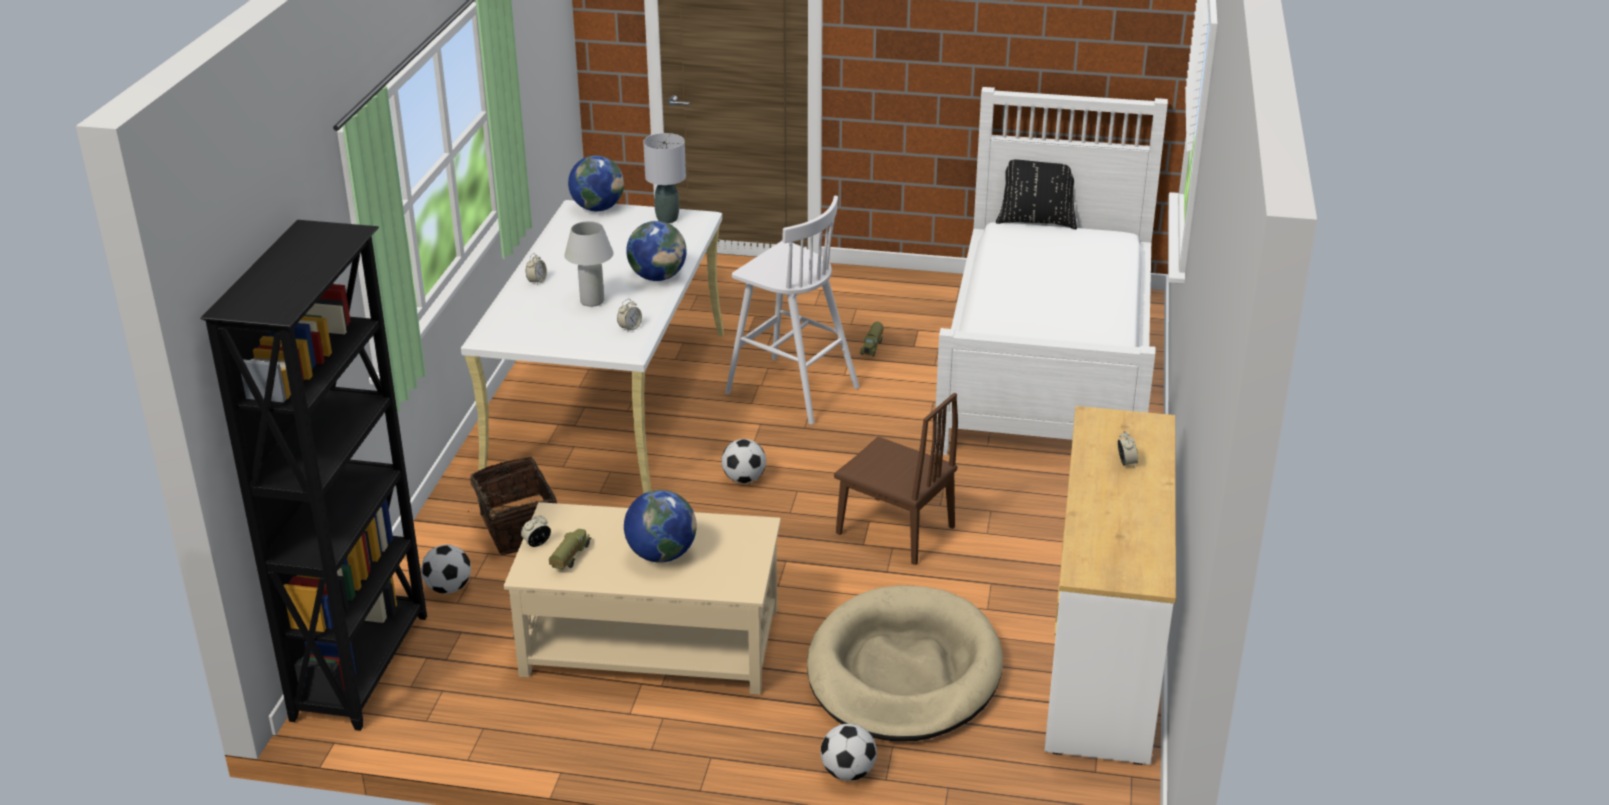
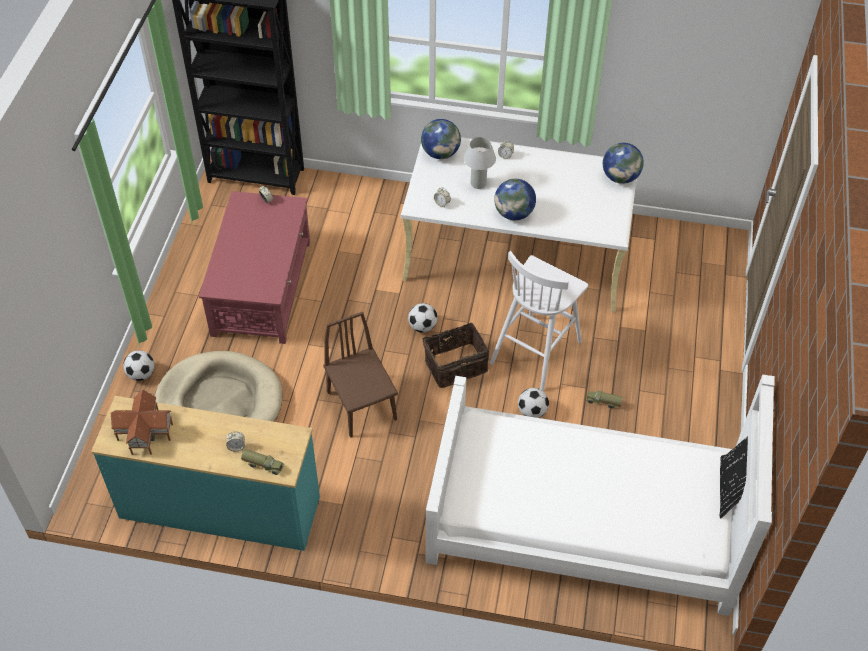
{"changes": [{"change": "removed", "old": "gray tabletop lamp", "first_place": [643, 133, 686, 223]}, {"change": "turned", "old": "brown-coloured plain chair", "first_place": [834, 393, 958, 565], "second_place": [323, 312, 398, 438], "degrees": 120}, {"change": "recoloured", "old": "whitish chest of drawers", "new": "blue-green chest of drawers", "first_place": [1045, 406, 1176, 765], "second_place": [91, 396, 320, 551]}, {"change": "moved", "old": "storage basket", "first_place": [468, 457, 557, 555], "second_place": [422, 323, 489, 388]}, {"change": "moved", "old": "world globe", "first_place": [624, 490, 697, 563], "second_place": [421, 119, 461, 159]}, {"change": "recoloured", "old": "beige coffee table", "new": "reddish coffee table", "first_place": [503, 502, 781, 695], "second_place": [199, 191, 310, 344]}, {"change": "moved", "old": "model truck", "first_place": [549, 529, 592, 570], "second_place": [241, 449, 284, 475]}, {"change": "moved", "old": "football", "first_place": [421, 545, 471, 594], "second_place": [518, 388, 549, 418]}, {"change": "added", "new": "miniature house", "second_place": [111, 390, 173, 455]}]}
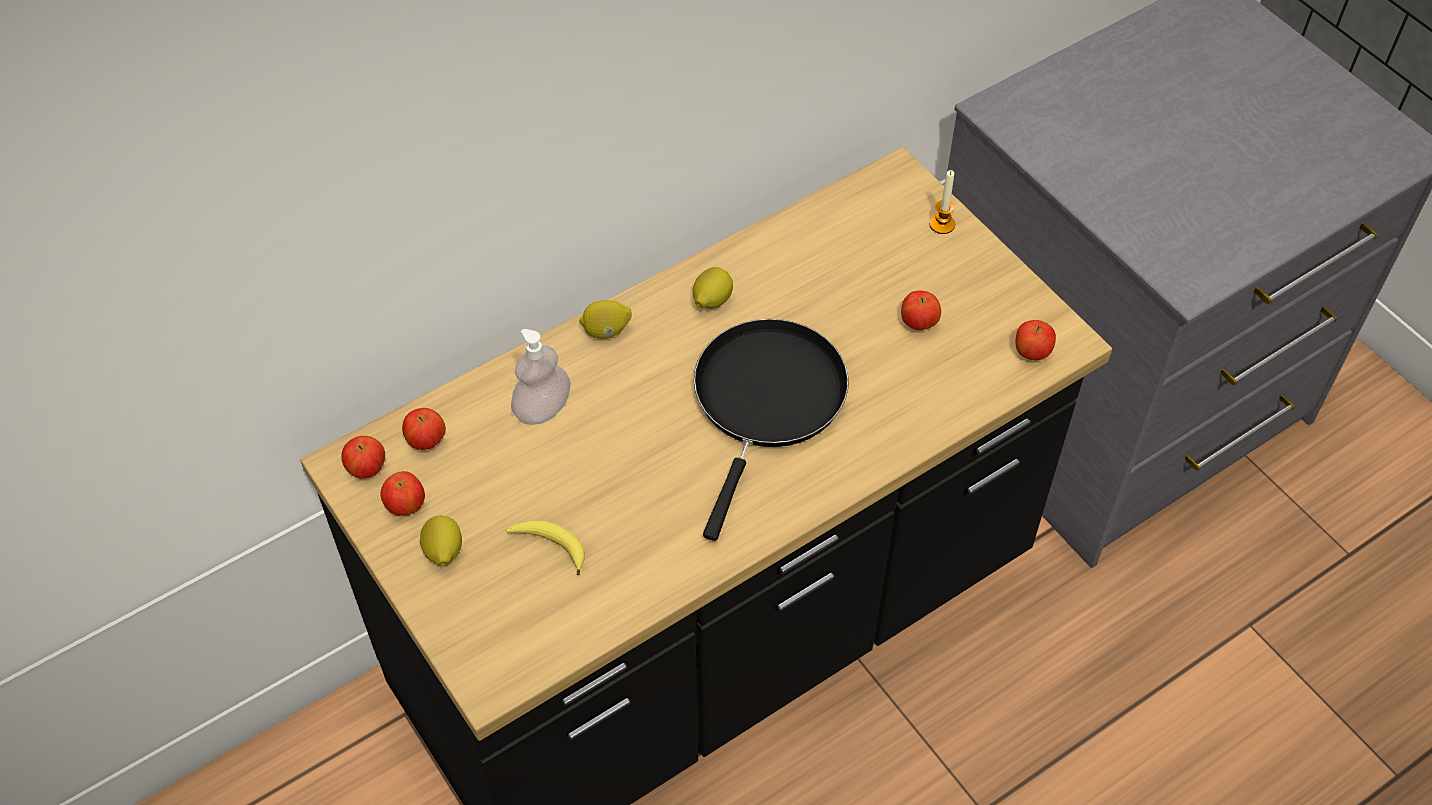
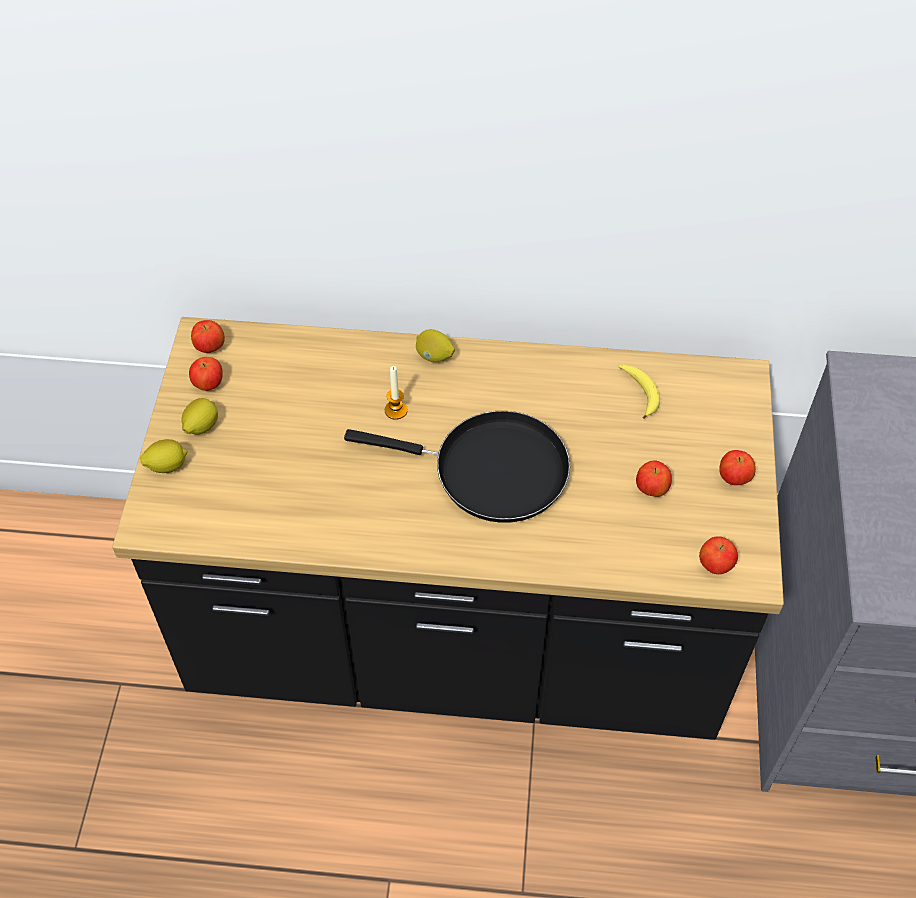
{"changes": [{"change": "moved", "old": "wax light", "first_place": [929, 170, 955, 234], "second_place": [385, 366, 408, 420]}, {"change": "moved", "old": "lemon", "first_place": [693, 267, 733, 309], "second_place": [140, 439, 187, 473]}, {"change": "turned", "old": "black pan", "first_place": [694, 319, 849, 541], "second_place": [344, 411, 570, 523], "degrees": 45}, {"change": "removed", "old": "soap bottle", "first_place": [511, 329, 571, 425]}, {"change": "moved", "old": "apple", "first_place": [402, 408, 446, 450], "second_place": [719, 450, 756, 485]}, {"change": "moved", "old": "banana", "first_place": [506, 520, 585, 575], "second_place": [618, 364, 660, 419]}]}
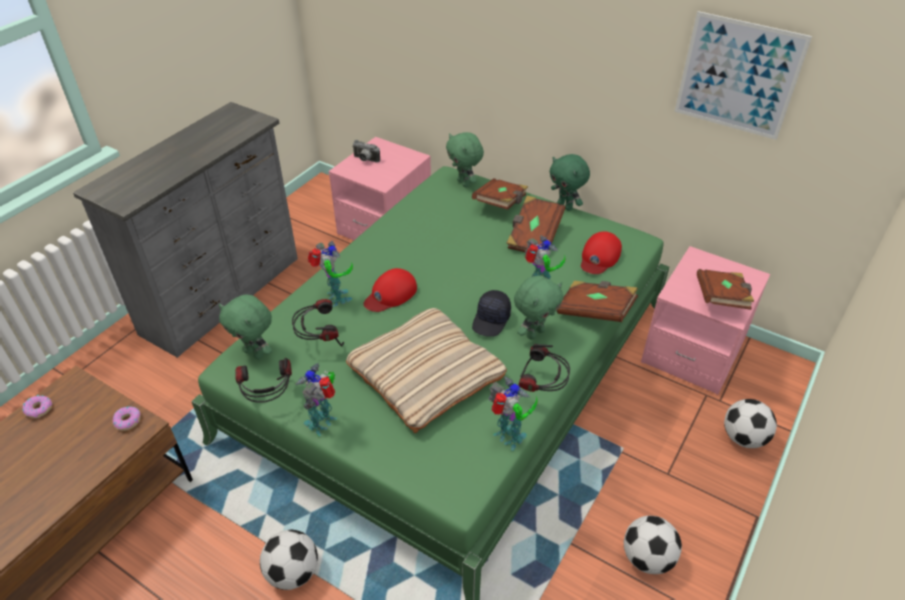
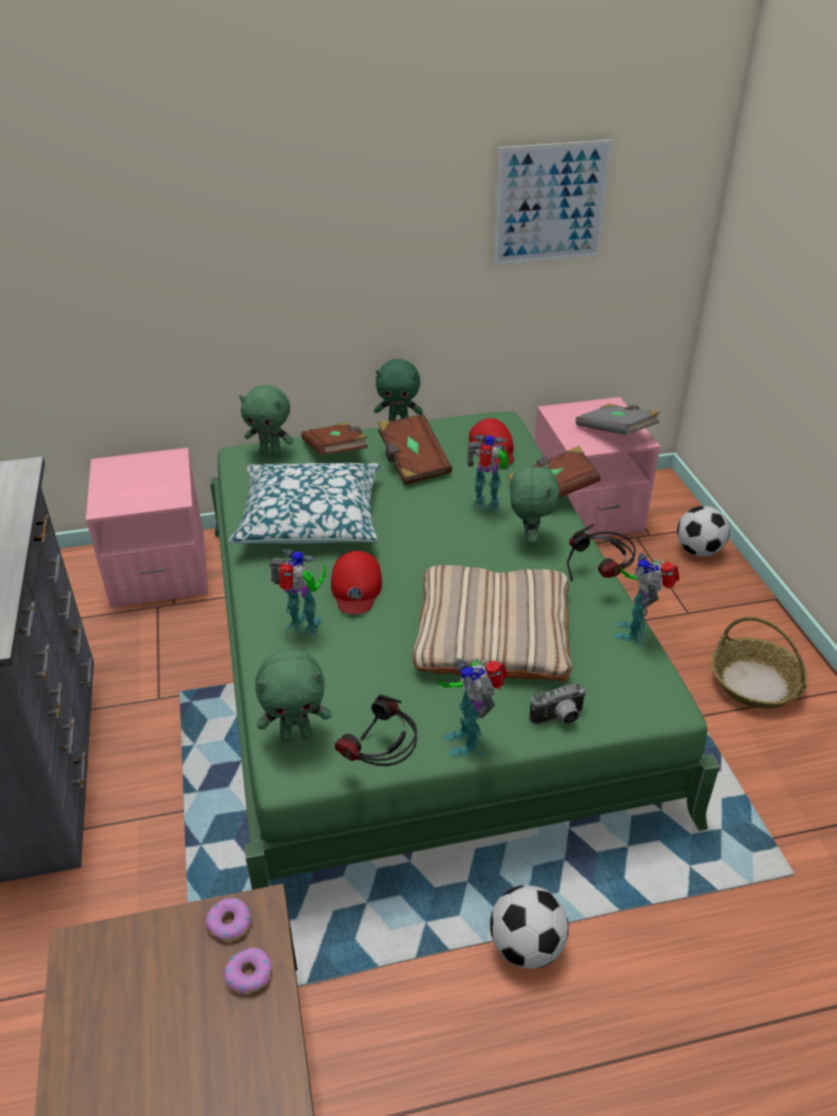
{"changes": [{"change": "moved", "old": "photo camera", "first_place": [352, 140, 380, 162], "second_place": [529, 684, 586, 724]}, {"change": "recoloured", "old": "brown-coloured volume", "new": "gray volume", "first_place": [697, 269, 754, 310], "second_place": [576, 403, 660, 435]}, {"change": "removed", "old": "black baseball cap", "first_place": [472, 290, 511, 336]}, {"change": "removed", "old": "headphones", "first_place": [292, 299, 344, 347]}, {"change": "turned", "old": "model robot", "first_place": [489, 377, 538, 451], "second_place": [613, 552, 679, 646], "degrees": -75}, {"change": "moved", "old": "doughnut", "first_place": [22, 395, 52, 418], "second_place": [224, 948, 272, 994]}, {"change": "replaced", "old": "football", "new": "storage basket", "first_place": [624, 516, 682, 574], "second_place": [711, 617, 808, 709]}, {"change": "added", "new": "pillow", "second_place": [228, 463, 381, 544]}]}
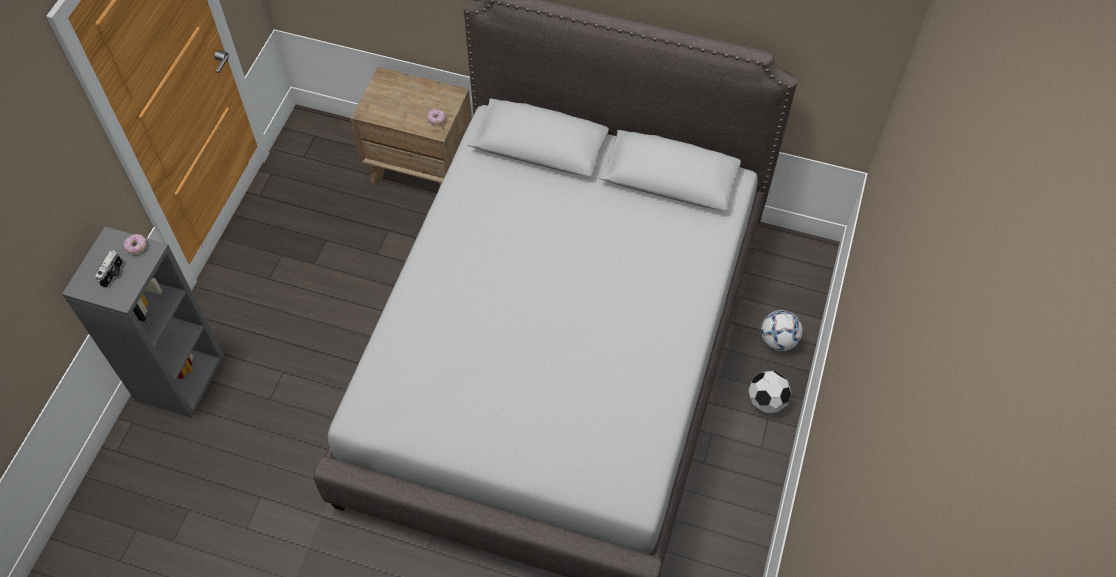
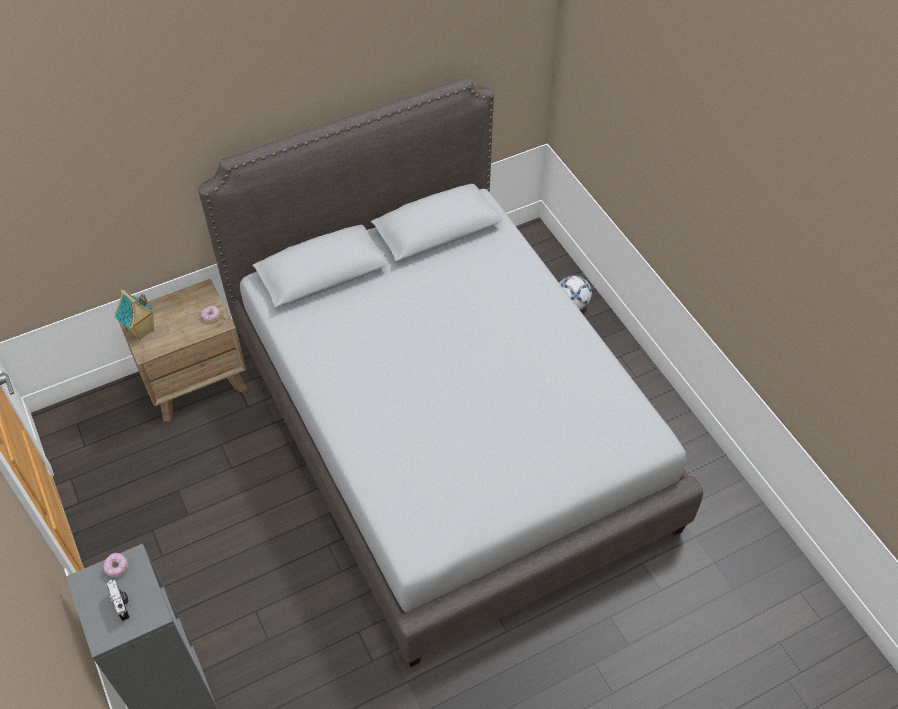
{"changes": [{"change": "removed", "old": "football", "first_place": [749, 371, 792, 413]}, {"change": "added", "new": "miniature house", "second_place": [114, 290, 156, 340]}]}
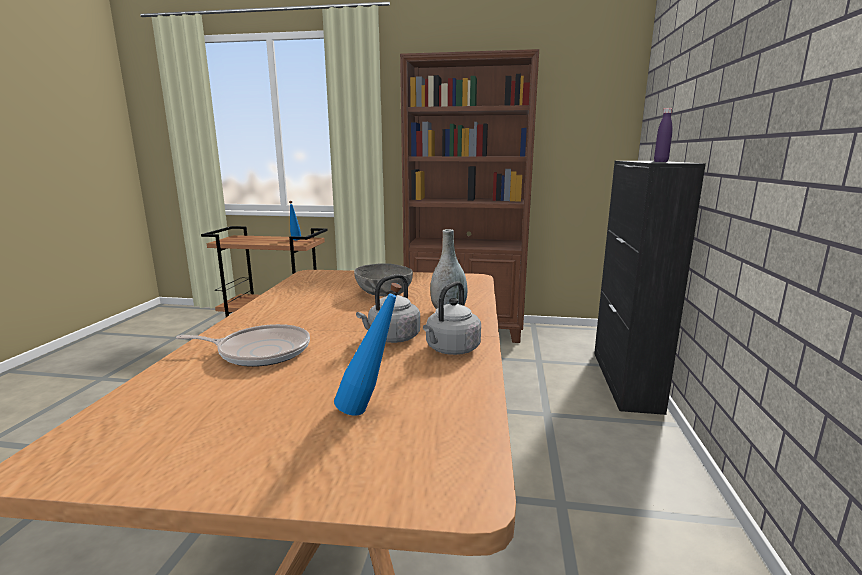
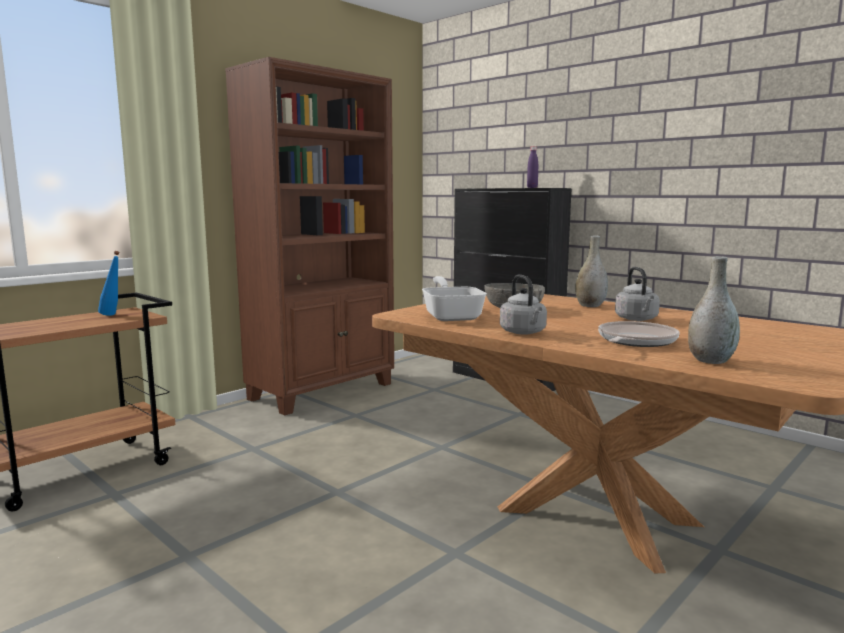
{"changes": [{"change": "moved", "old": "gray tea kettle", "first_place": [423, 281, 481, 355], "second_place": [500, 275, 547, 335]}, {"change": "removed", "old": "blue drink bottle", "first_place": [334, 283, 402, 416]}, {"change": "added", "new": "gray flower vase", "second_place": [688, 256, 740, 364]}, {"change": "added", "new": "pan", "second_place": [422, 276, 487, 321]}]}
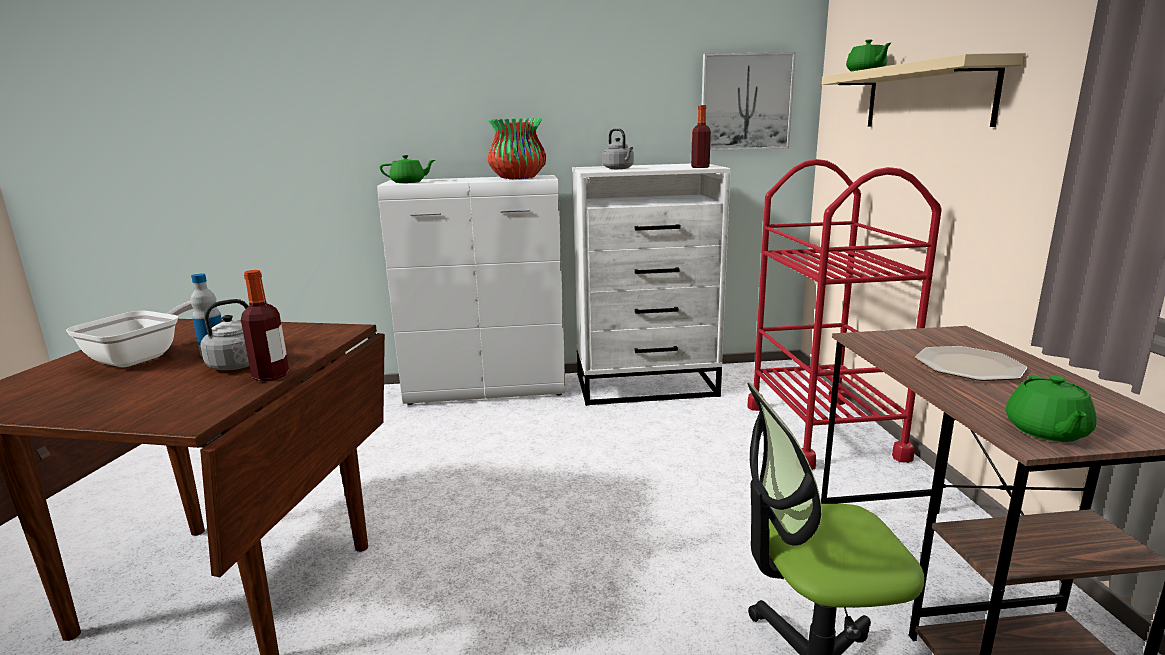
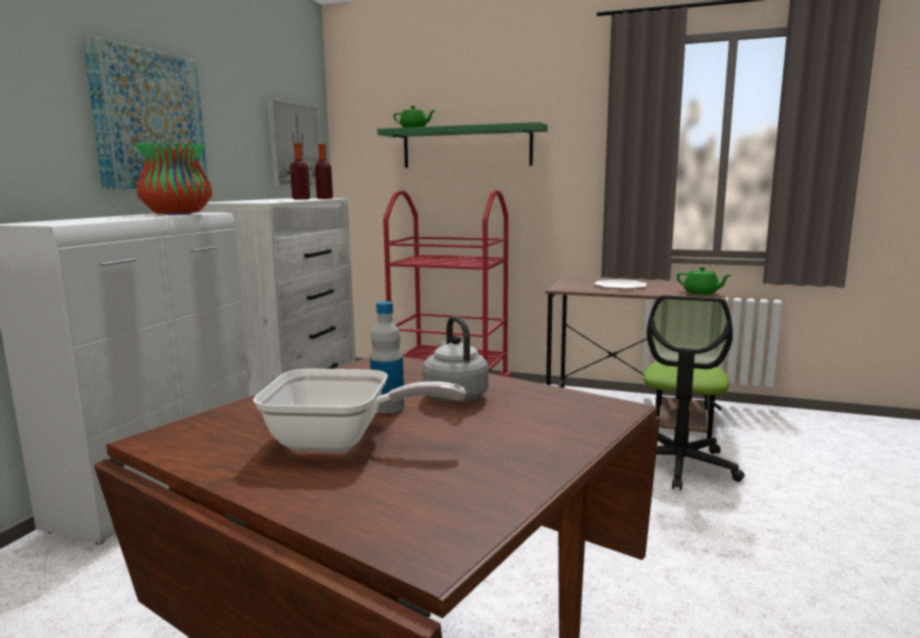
{"changes": [{"change": "recoloured", "old": "beige bracket shelf", "new": "green-coloured bracket shelf", "first_place": [822, 53, 1026, 127], "second_place": [377, 122, 548, 168]}, {"change": "removed", "old": "gray tea kettle", "first_place": [602, 128, 634, 169]}, {"change": "removed", "old": "green-coloured pot for tea", "first_place": [380, 155, 435, 183]}, {"change": "moved", "old": "drink bottle", "first_place": [241, 270, 289, 381], "second_place": [290, 143, 310, 200]}, {"change": "turned", "old": "pan", "first_place": [66, 301, 193, 367], "second_place": [253, 368, 466, 452], "degrees": 135}, {"change": "added", "new": "wall picture", "second_place": [82, 35, 208, 189]}]}
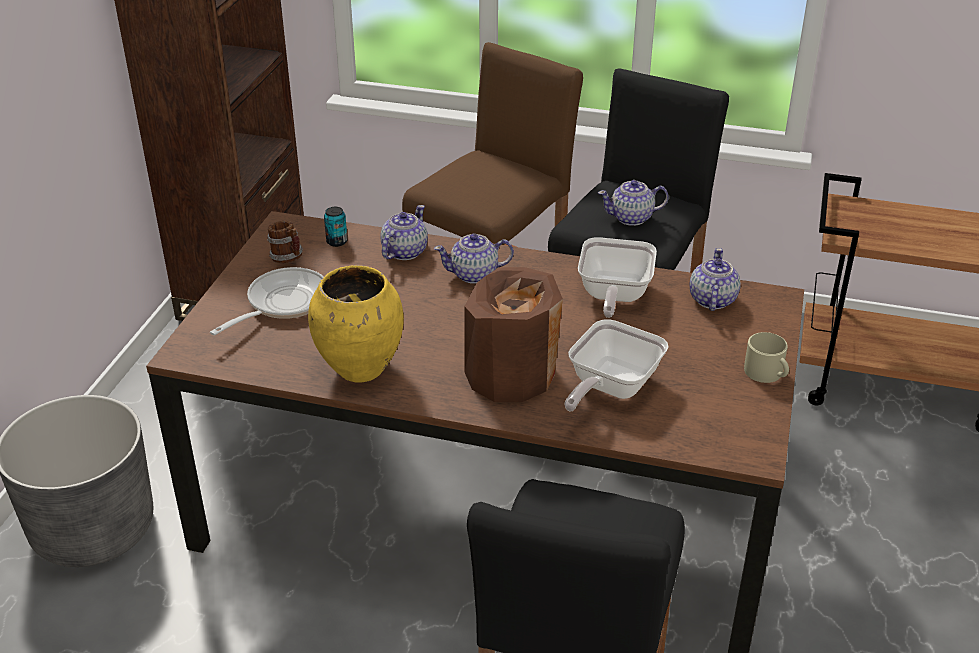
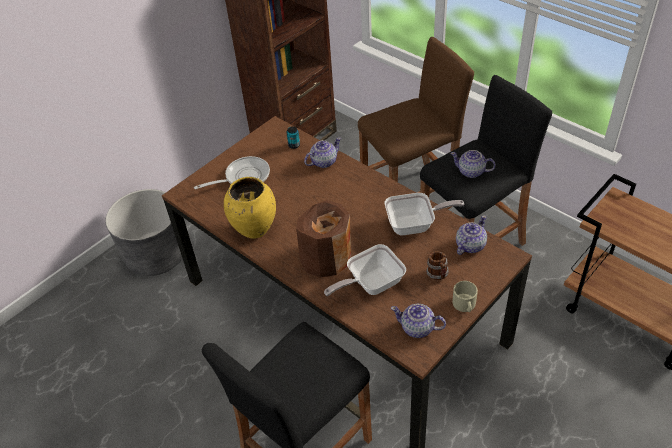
{"changes": [{"change": "moved", "old": "mug", "first_place": [267, 221, 303, 263], "second_place": [426, 251, 449, 280]}, {"change": "moved", "old": "pot for tea", "first_place": [434, 234, 514, 284], "second_place": [391, 304, 446, 338]}, {"change": "turned", "old": "pan", "first_place": [578, 237, 657, 318], "second_place": [385, 193, 465, 235], "degrees": -135}]}
